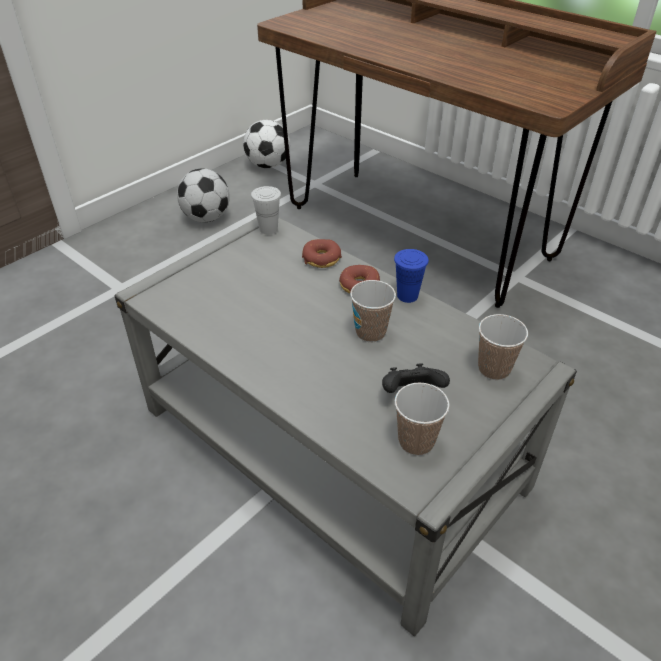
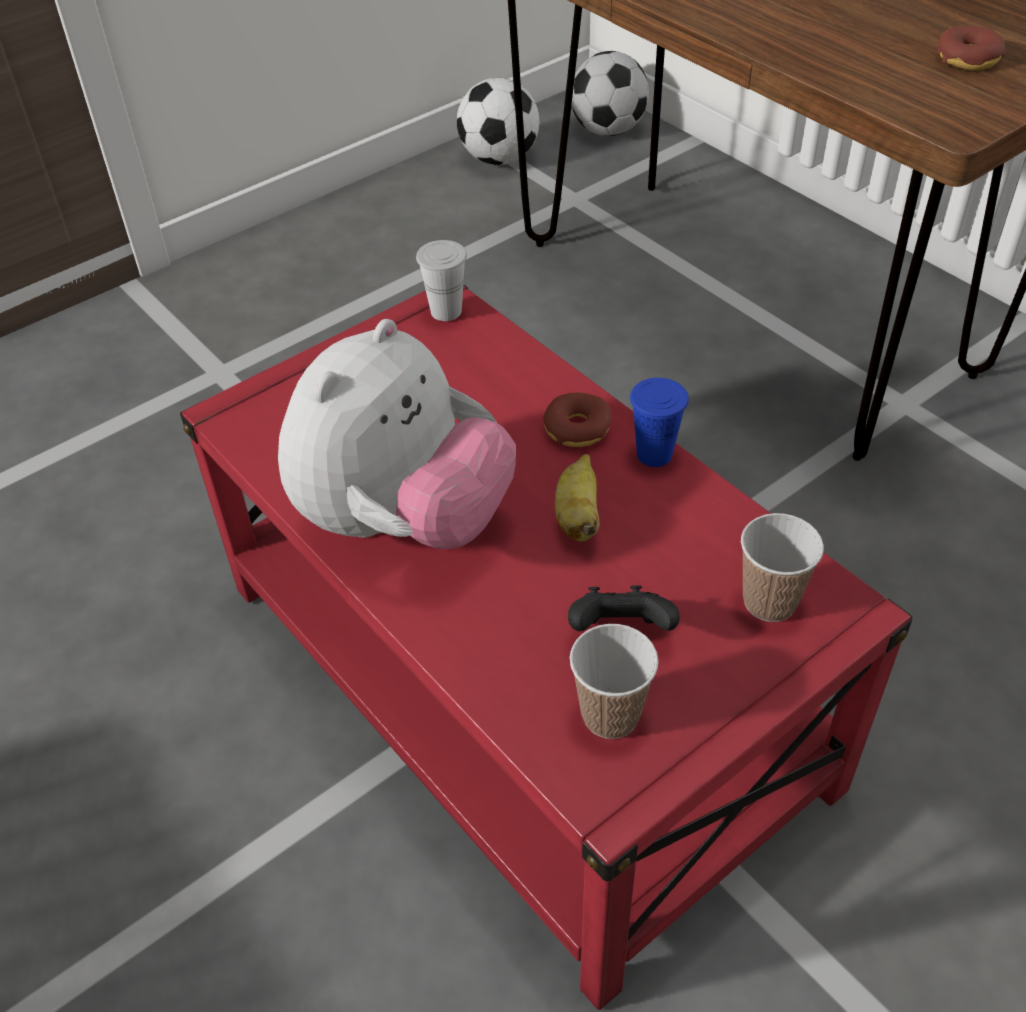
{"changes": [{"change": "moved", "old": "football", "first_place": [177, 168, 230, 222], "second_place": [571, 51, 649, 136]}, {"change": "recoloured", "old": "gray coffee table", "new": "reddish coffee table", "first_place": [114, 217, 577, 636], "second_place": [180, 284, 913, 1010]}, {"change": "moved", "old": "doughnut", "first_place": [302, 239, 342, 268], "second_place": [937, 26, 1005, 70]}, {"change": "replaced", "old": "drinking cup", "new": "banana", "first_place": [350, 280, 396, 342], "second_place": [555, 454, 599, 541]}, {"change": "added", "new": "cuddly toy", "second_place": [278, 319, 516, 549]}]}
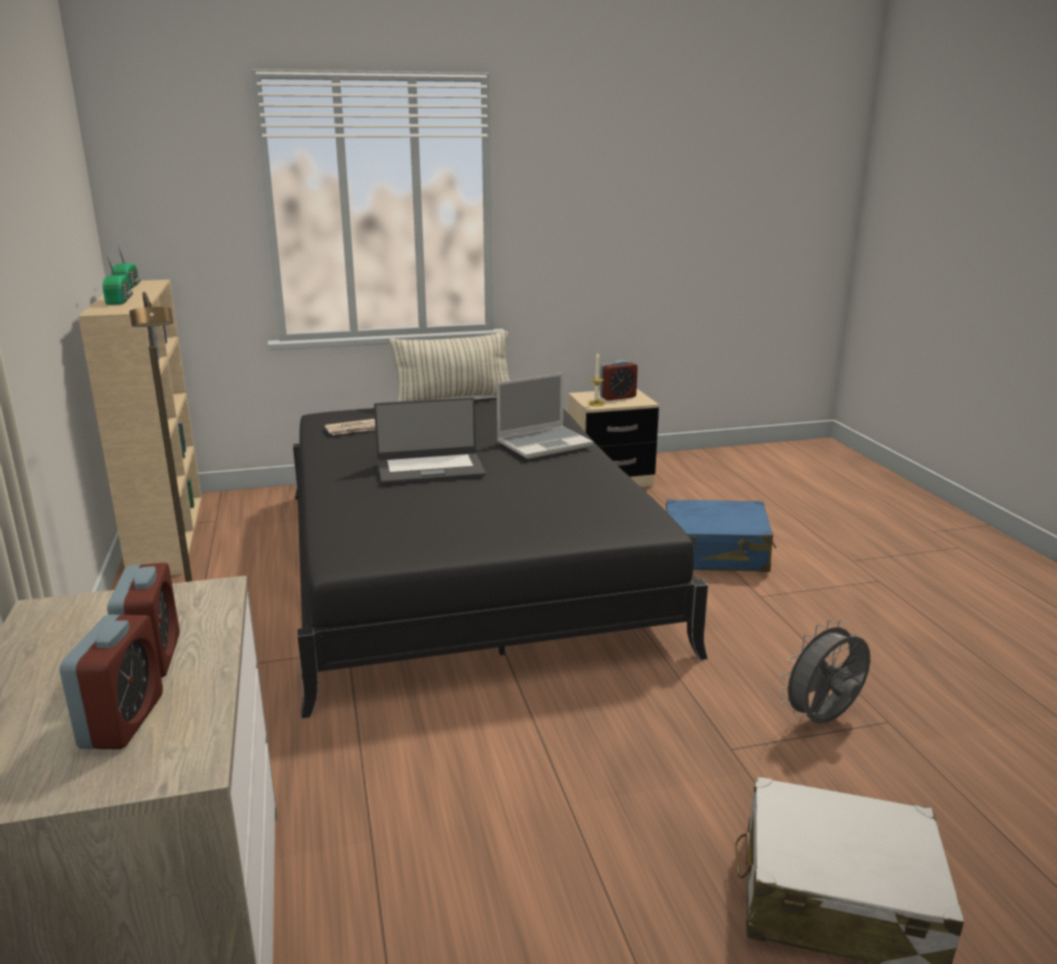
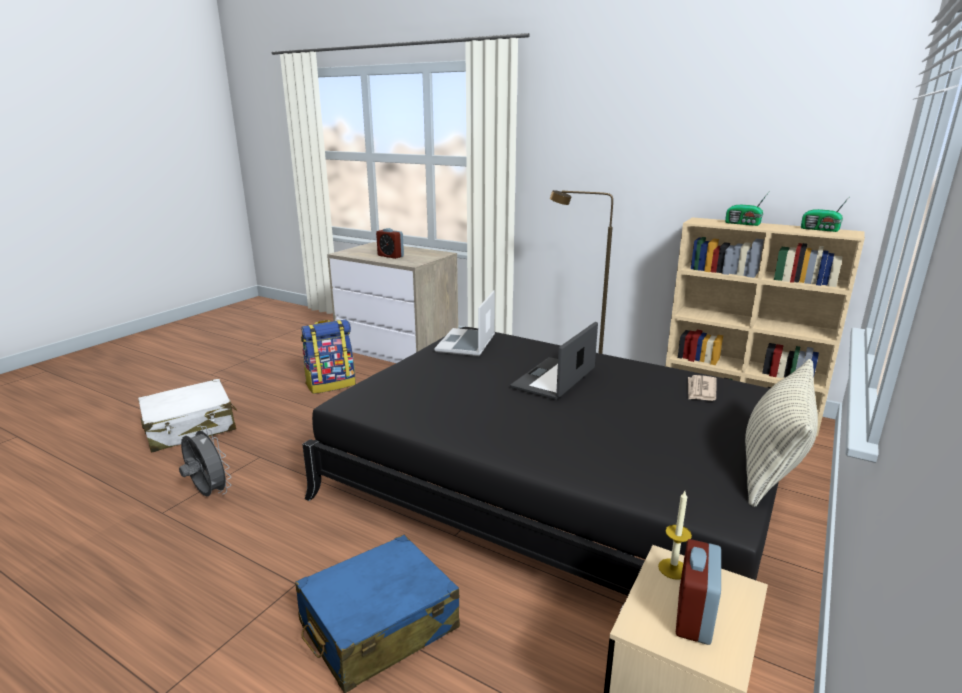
{"changes": [{"change": "moved", "old": "laptop", "first_place": [497, 373, 593, 459], "second_place": [434, 290, 495, 356]}, {"change": "removed", "old": "bedside clock", "first_place": [60, 615, 163, 749]}, {"change": "turned", "old": "gray fan", "first_place": [779, 620, 870, 724], "second_place": [179, 426, 231, 497], "degrees": -60}, {"change": "added", "new": "rucksack", "second_place": [301, 319, 356, 394]}]}
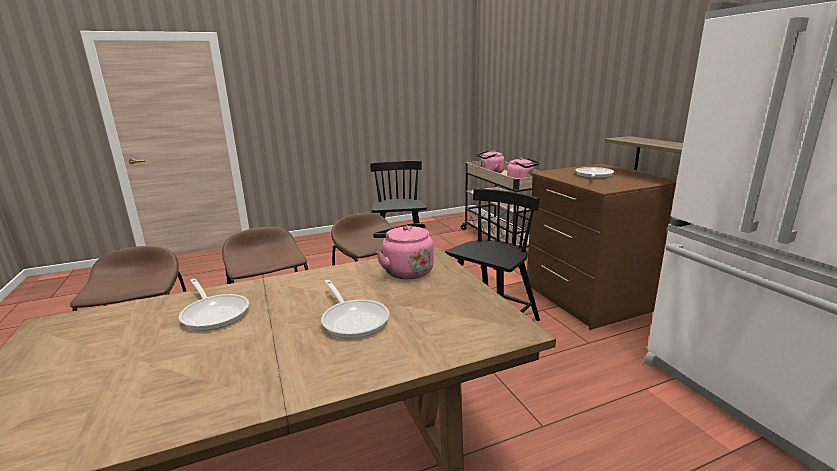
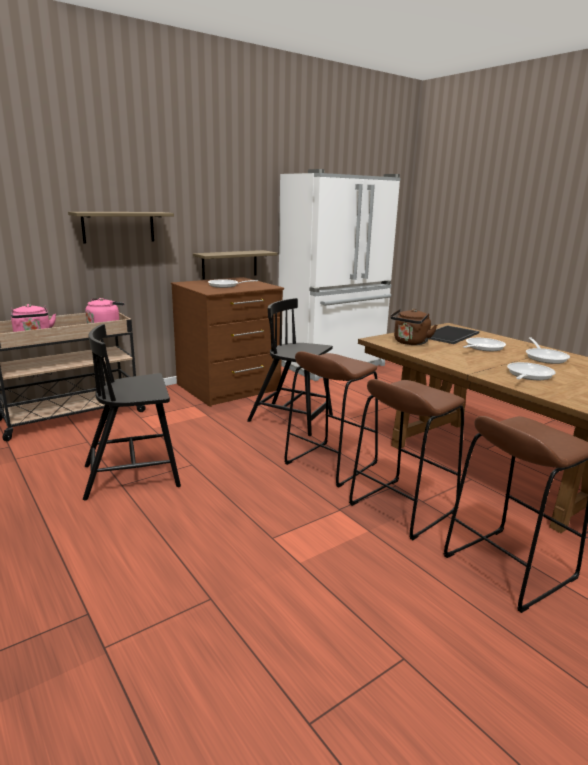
{"changes": [{"change": "recoloured", "old": "pinkish tea kettle", "new": "brown-coloured tea kettle", "first_place": [373, 223, 434, 279], "second_place": [390, 309, 437, 345]}, {"change": "added", "new": "bracket shelf", "second_place": [68, 212, 174, 243]}, {"change": "added", "new": "serving tray", "second_place": [430, 325, 479, 344]}, {"change": "added", "new": "pan", "second_place": [526, 337, 570, 364]}]}
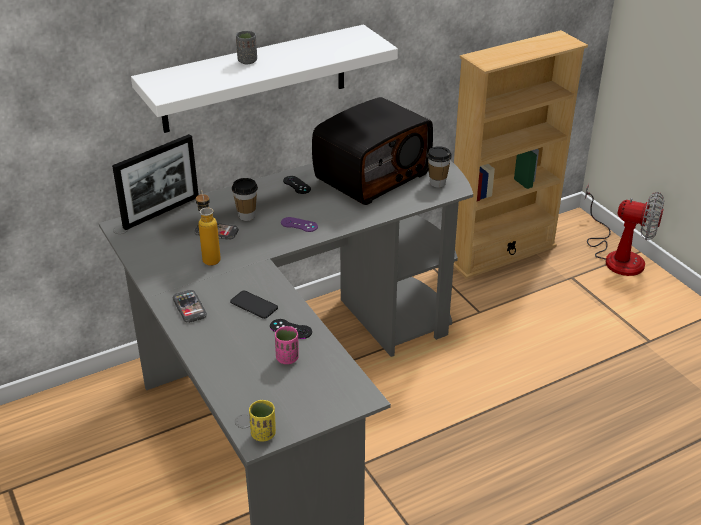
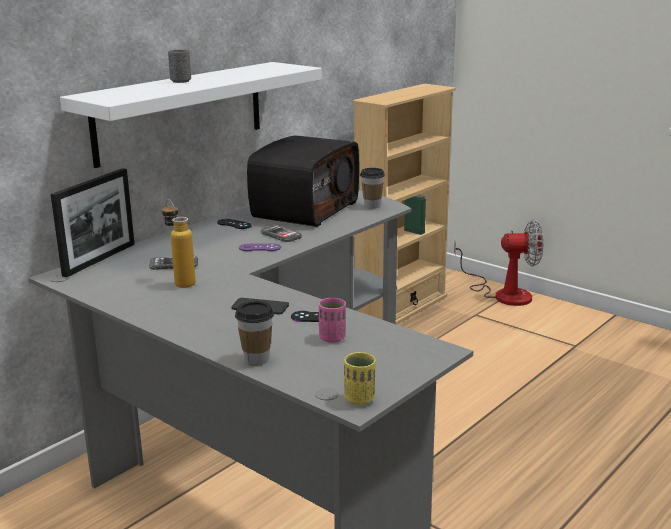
{"changes": [{"change": "moved", "old": "drinking cup", "first_place": [232, 178, 258, 221], "second_place": [235, 301, 274, 366]}, {"change": "moved", "old": "telephone", "first_place": [173, 290, 207, 323], "second_place": [261, 225, 302, 242]}]}
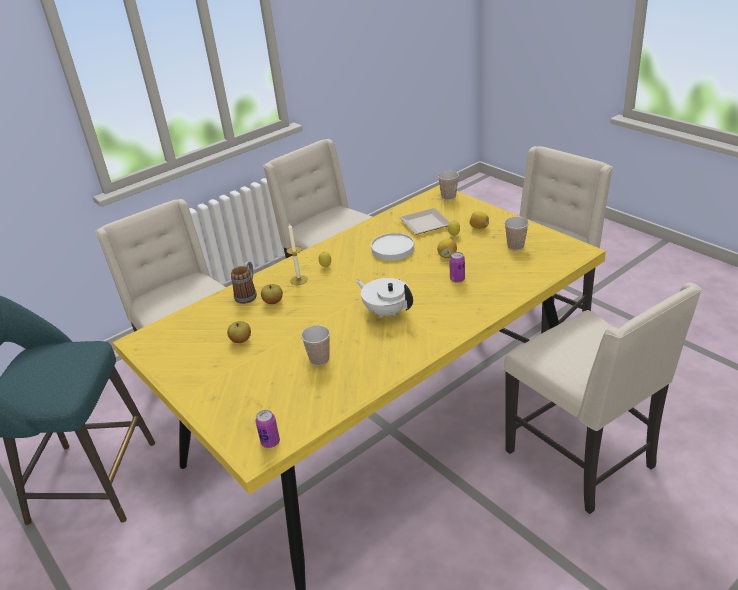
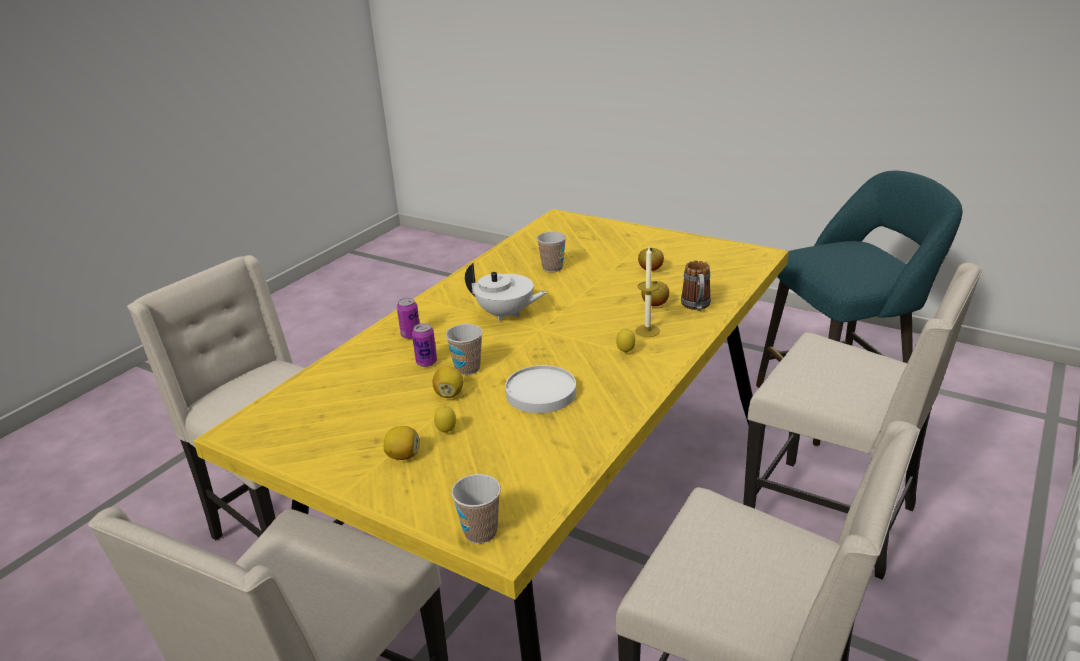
{"changes": [{"change": "removed", "old": "plate", "first_place": [399, 208, 450, 235]}, {"change": "moved", "old": "drinking cup", "first_place": [504, 217, 529, 250], "second_place": [446, 324, 482, 375]}, {"change": "moved", "old": "can", "first_place": [255, 410, 280, 448], "second_place": [397, 298, 420, 339]}]}
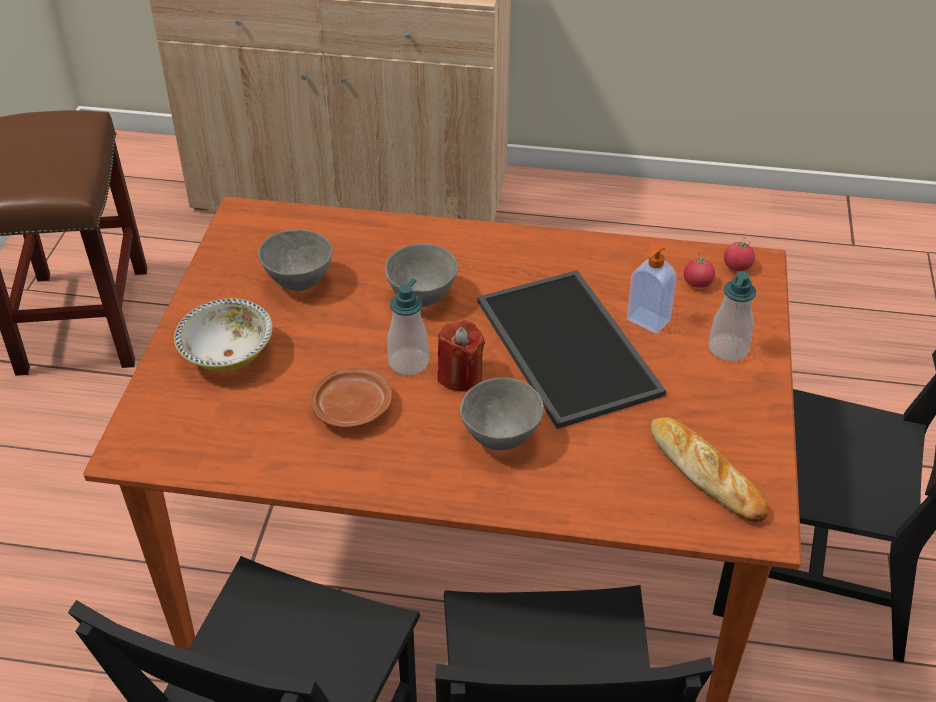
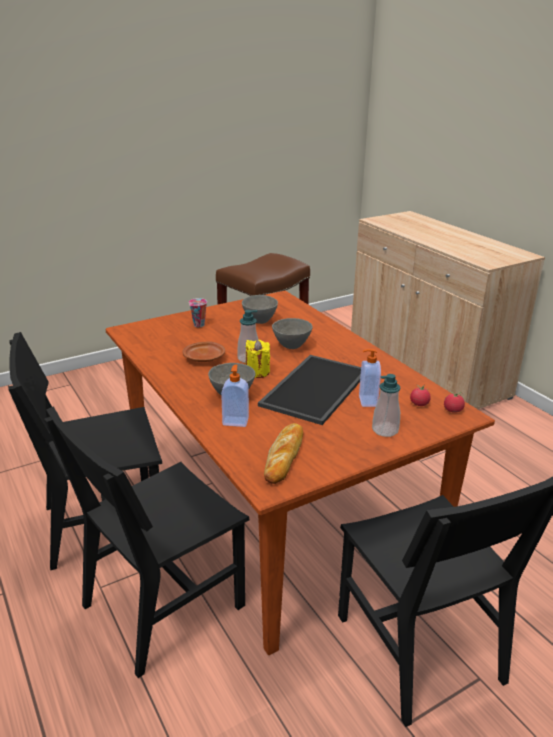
{"changes": [{"change": "replaced", "old": "bowl", "new": "drinking cup", "first_place": [174, 298, 273, 372], "second_place": [189, 298, 207, 327]}, {"change": "recoloured", "old": "reddish wax light", "new": "yellowish wax light", "first_place": [437, 320, 485, 391], "second_place": [246, 340, 270, 378]}, {"change": "added", "new": "soap bottle", "second_place": [221, 365, 249, 427]}]}
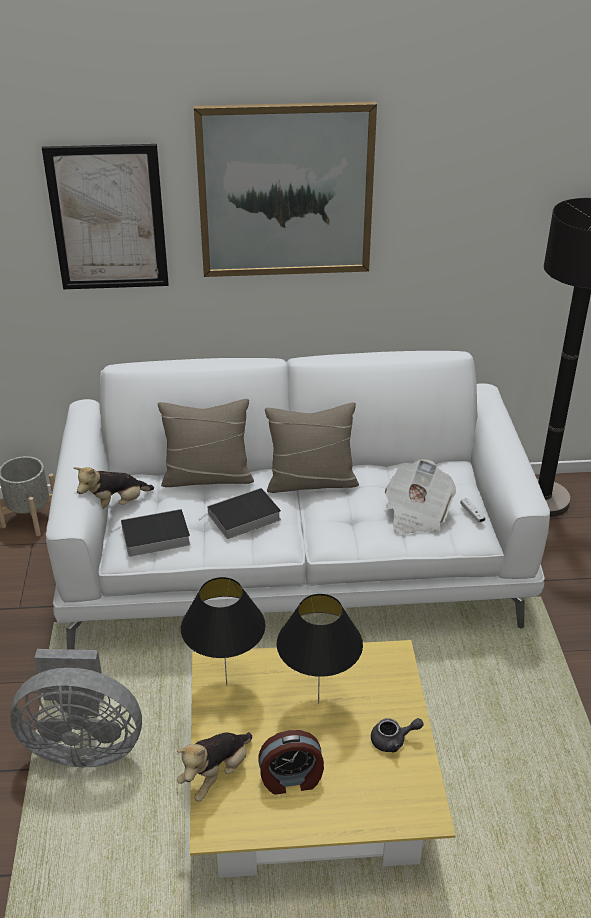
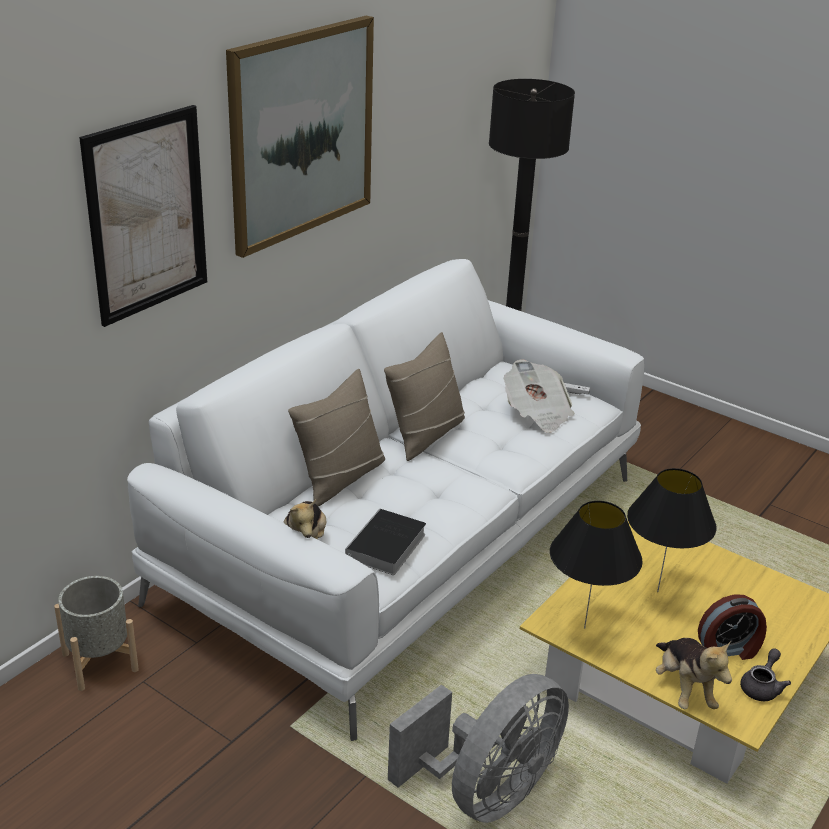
{"changes": [{"change": "removed", "old": "volume", "first_place": [200, 488, 281, 539]}, {"change": "moved", "old": "gray pot for tea", "first_place": [371, 718, 424, 752], "second_place": [740, 648, 791, 701]}, {"change": "turned", "old": "bedside clock", "first_place": [259, 730, 324, 795], "second_place": [698, 594, 767, 660], "degrees": 45}]}
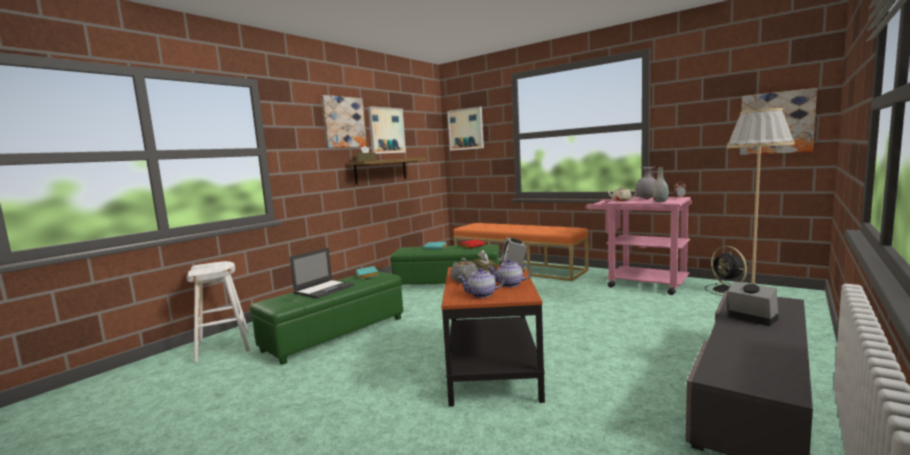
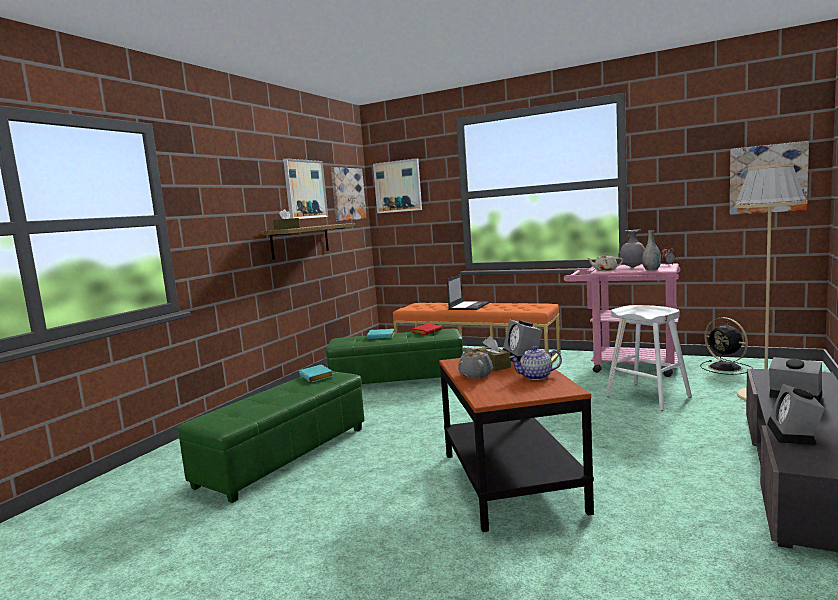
{"changes": [{"change": "moved", "old": "wall picture", "first_place": [321, 95, 367, 148], "second_place": [331, 167, 367, 221]}, {"change": "moved", "old": "laptop", "first_place": [290, 247, 354, 299], "second_place": [447, 274, 489, 310]}, {"change": "moved", "old": "whitish stool seat", "first_place": [186, 261, 250, 363], "second_place": [606, 305, 692, 411]}, {"change": "removed", "old": "pot for tea", "first_place": [458, 268, 504, 298]}, {"change": "added", "new": "bedside clock", "second_place": [767, 384, 825, 445]}]}
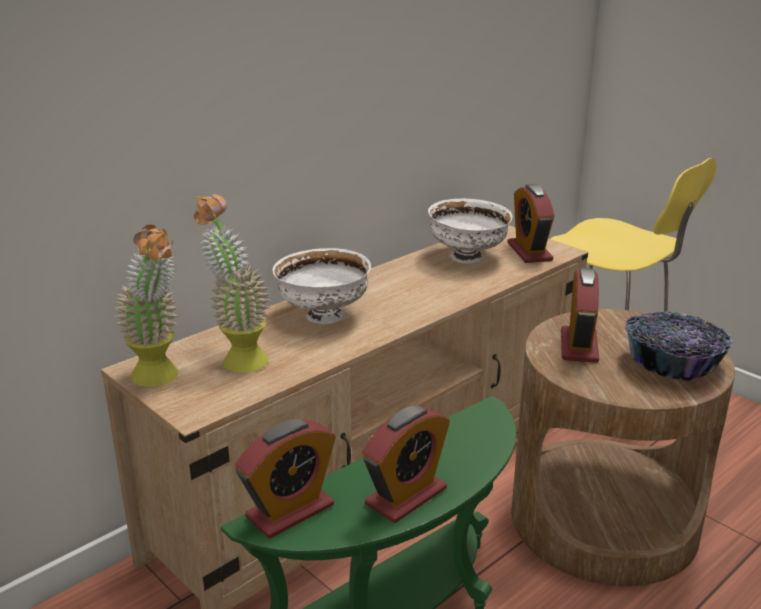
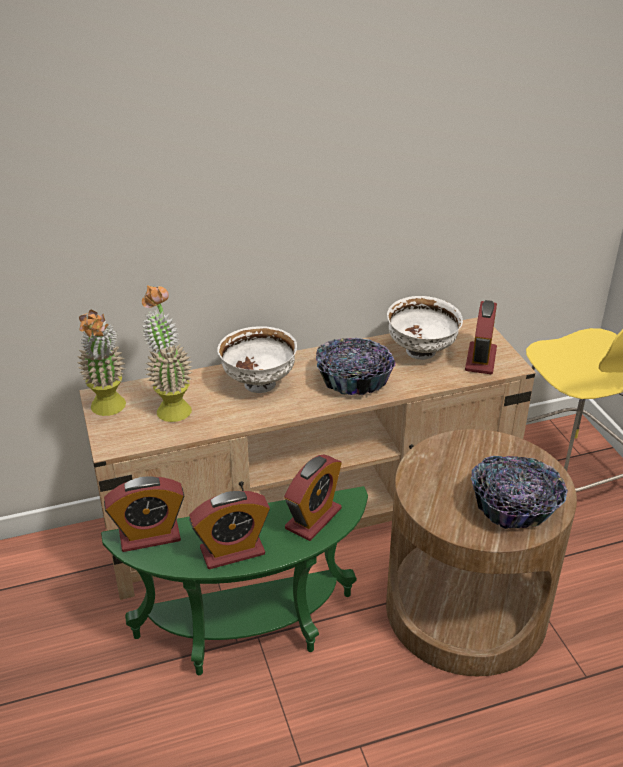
{"changes": [{"change": "moved", "old": "bedside clock", "first_place": [561, 268, 599, 363], "second_place": [284, 454, 342, 541]}, {"change": "added", "new": "bowl", "second_place": [316, 338, 396, 395]}]}
